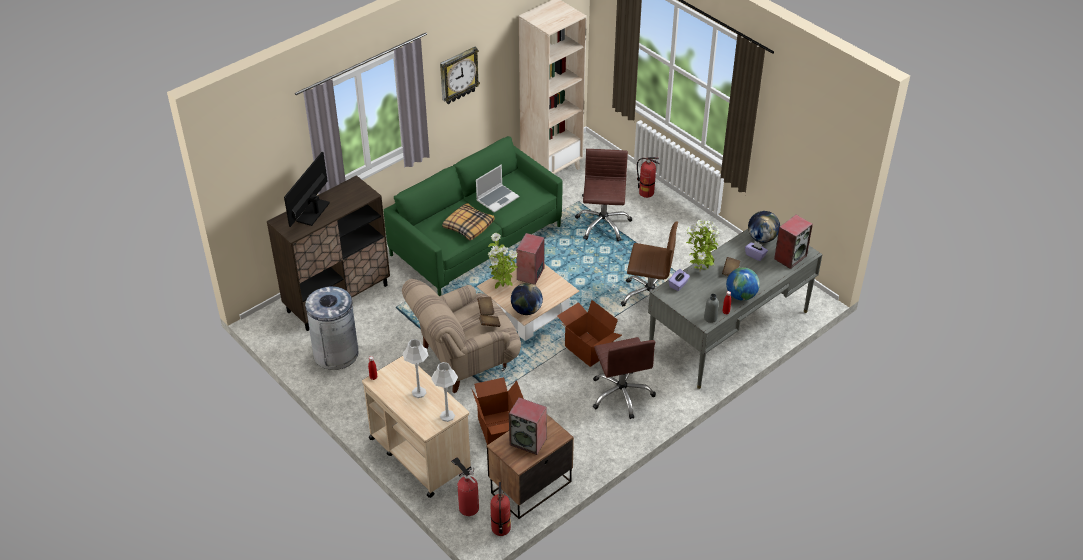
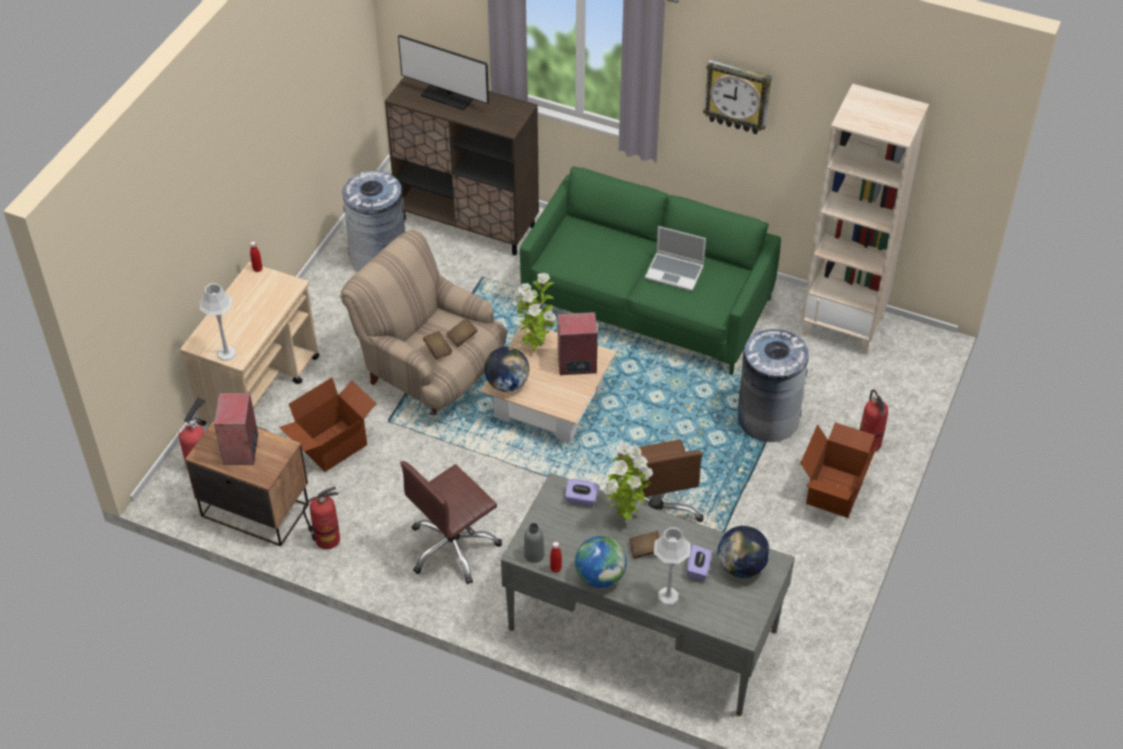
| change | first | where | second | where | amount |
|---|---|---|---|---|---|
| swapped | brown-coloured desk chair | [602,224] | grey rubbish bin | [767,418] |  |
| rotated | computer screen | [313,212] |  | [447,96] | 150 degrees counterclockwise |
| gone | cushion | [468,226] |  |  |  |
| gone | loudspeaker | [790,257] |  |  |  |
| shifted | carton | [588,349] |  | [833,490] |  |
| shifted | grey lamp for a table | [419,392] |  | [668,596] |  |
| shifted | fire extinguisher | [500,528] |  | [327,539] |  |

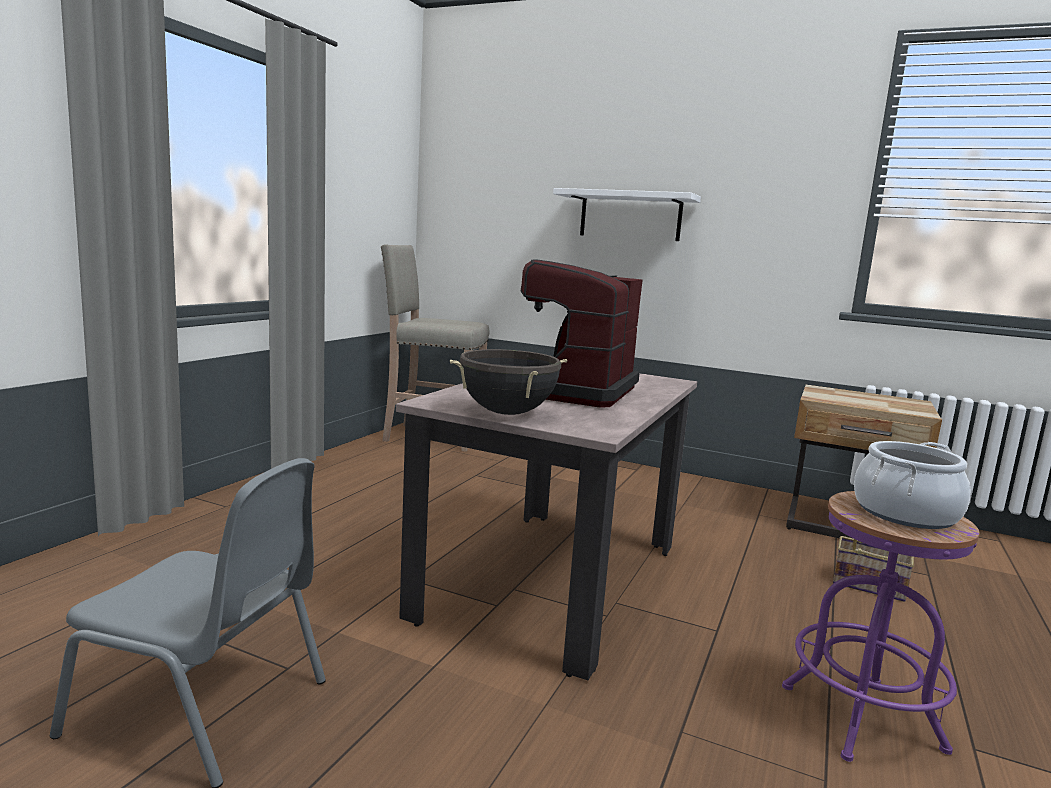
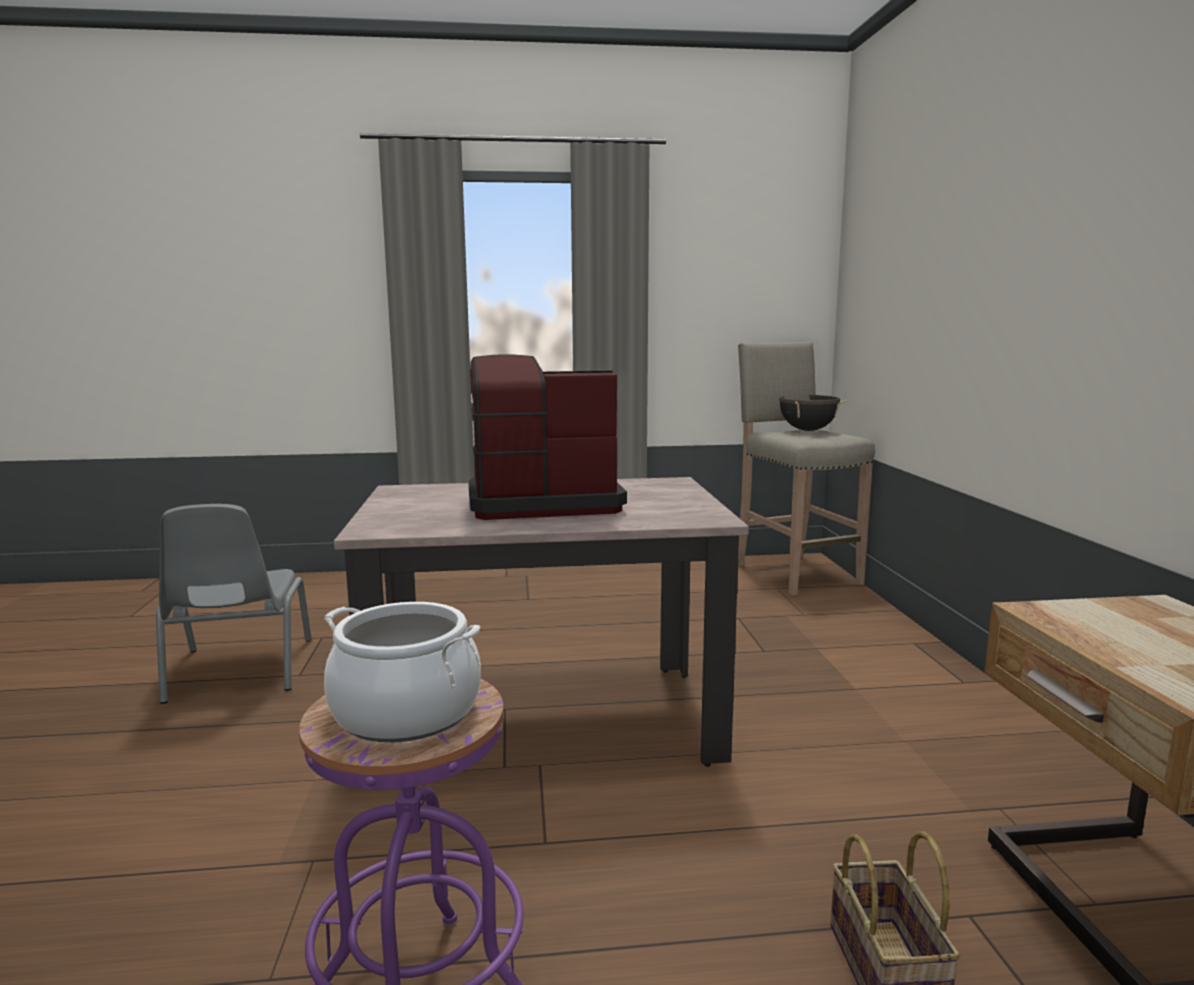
| change | first | where | second | where | amount |
|---|---|---|---|---|---|
| gone | white wall shelf | [630,216] |  |  |  |
| shifted | black saucepot | [507,413] |  | [808,430] |  |

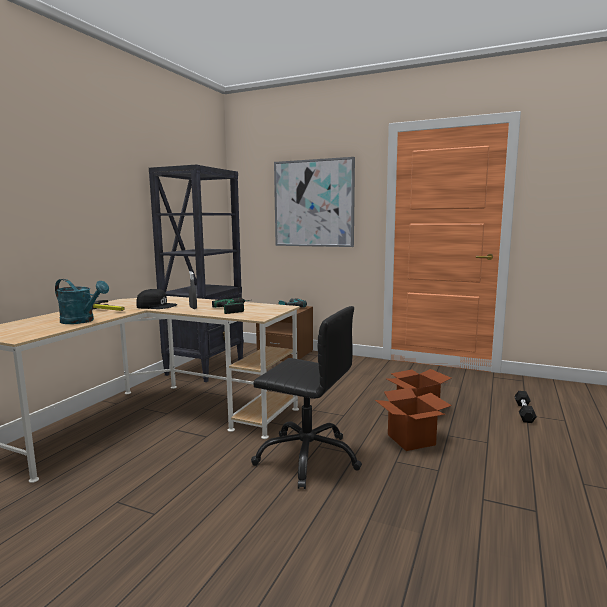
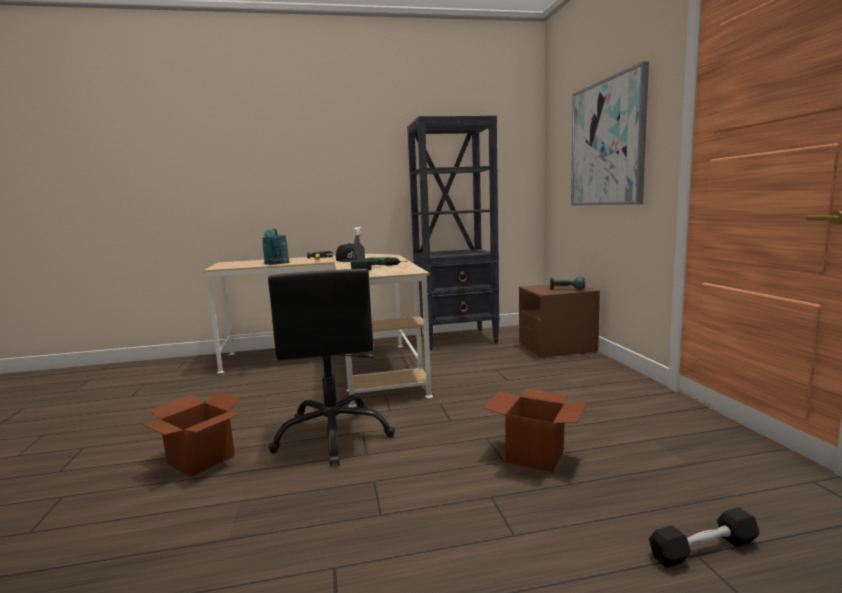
| change | first | where | second | where | amount |
|---|---|---|---|---|---|
| shifted | carton | [410,440] |  | [201,460] |  |

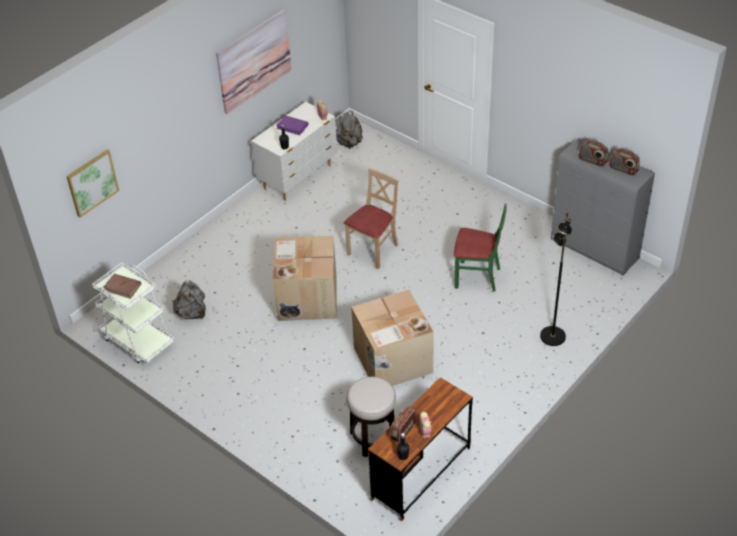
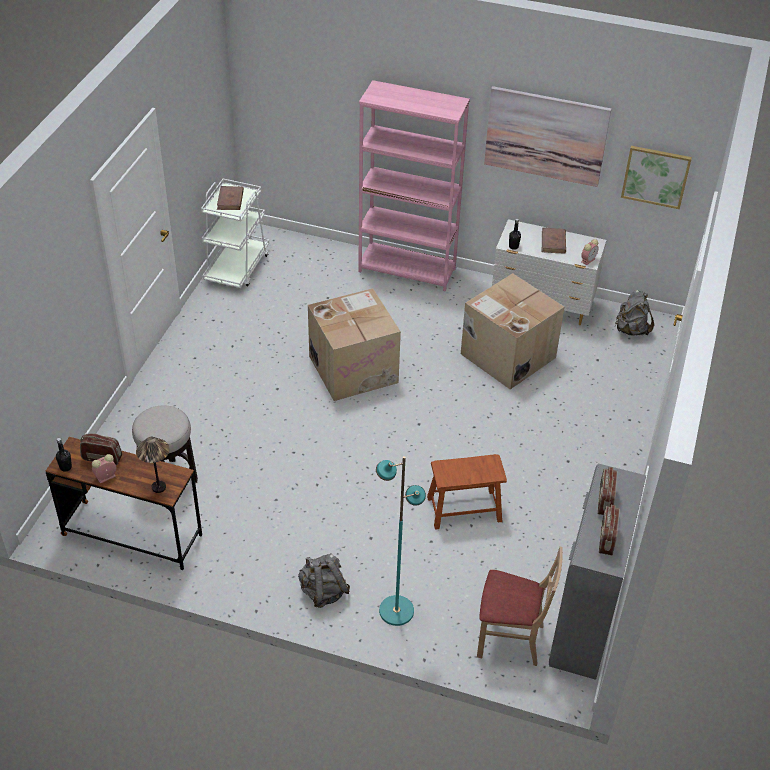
| change | first | where | second | where | amount |
|---|---|---|---|---|---|
| repainted | purple volume | [292,126] | brown-coloured volume | [553,242] |  |
| shifted | wall picture | [92,182] |  | [655,176] |  |
| shifted | beige-coloured plain chair | [373,250] |  | [510,639] |  |
| swapped | green-coloured plain chair | [477,277] | brown-coloured sitting stool | [464,509] |  |
| repainted | black floor lamp | [552,336] | turquoise-coloured floor lamp | [396,610] |  |
| shifted | grey knapsack | [192,313] |  | [323,592] |  |
| shifted | carton | [392,361] |  | [506,355] |  |
| new |  |  | pinkish bookcase | [407,270] |  |
| new |  |  | lamp for a table | [159,487] |  |

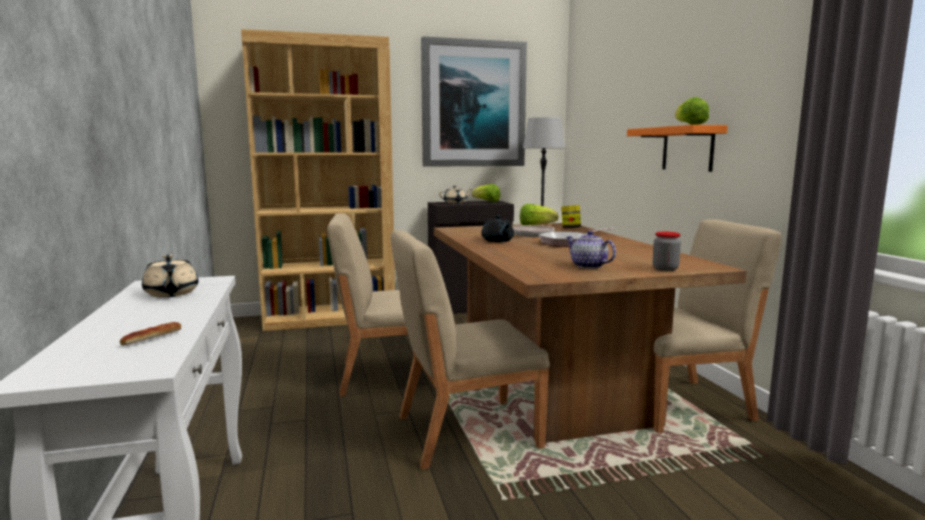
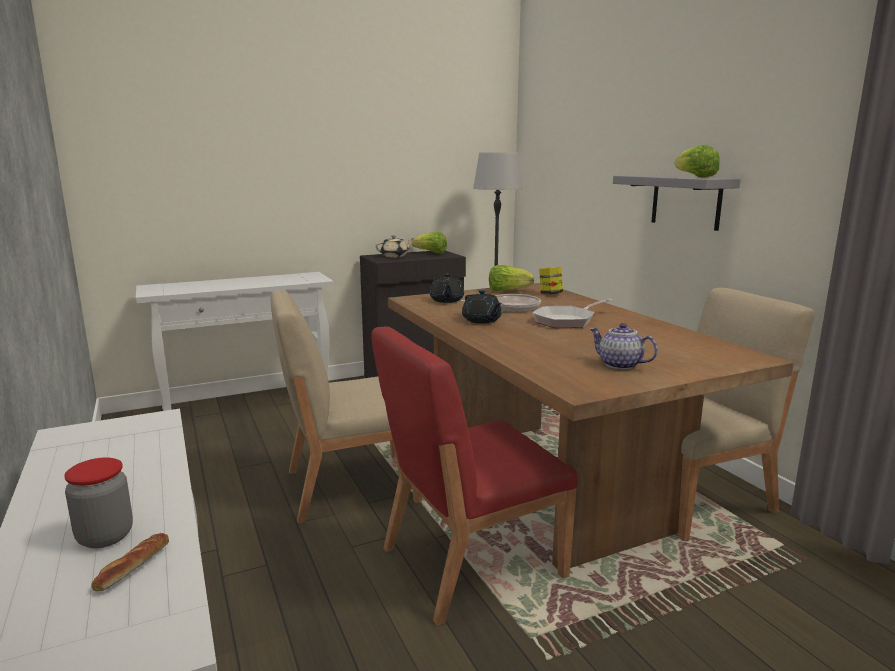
| change | first | where | second | where | amount |
|---|---|---|---|---|---|
| swapped | brown-coloured bookcase | [330,318] | white narrow table | [249,405] |  |
| gone | wall picture | [473,104] |  |  |  |
| repainted | orange wall shelf | [687,149] | grey wall shelf | [686,201] |  |
| repainted | beige-coloured plain chair | [465,432] | red-coloured plain chair | [470,562] |  |
| shifted | jar | [665,269] |  | [105,537] |  |
| gone | beige-coloured pot for tea | [171,294] |  |  |  |
| new |  |  | black pot for tea | [446,300] |  |

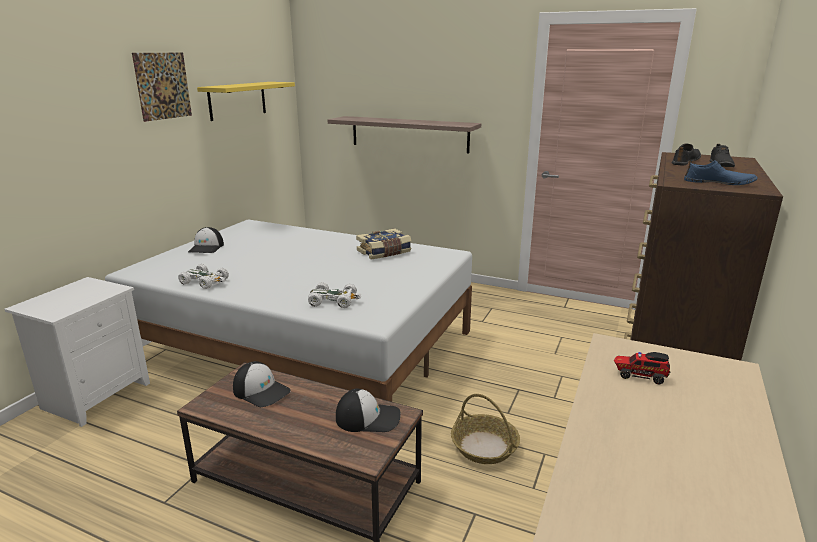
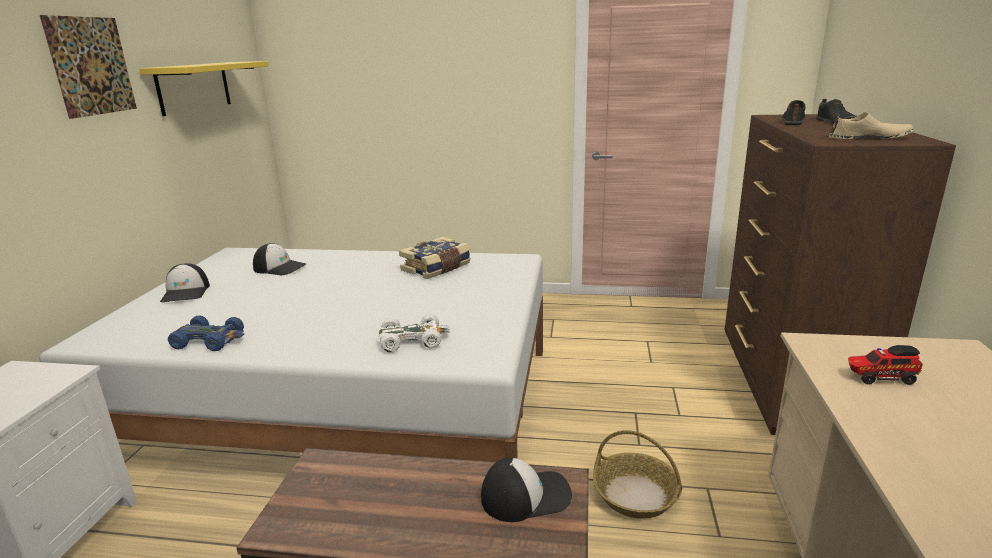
| change | first | where | second | where | amount |
|---|---|---|---|---|---|
| gone | wall shelf | [409,134] |  |  |  |
| repainted | blue-coloured item of footwear | [718,183] | beige-coloured item of footwear | [869,138] |  |
| repainted | white toy car | [205,282] | blue-coloured toy car | [210,341] |  |
| shifted | peaked cap | [261,391] |  | [280,267] |  |

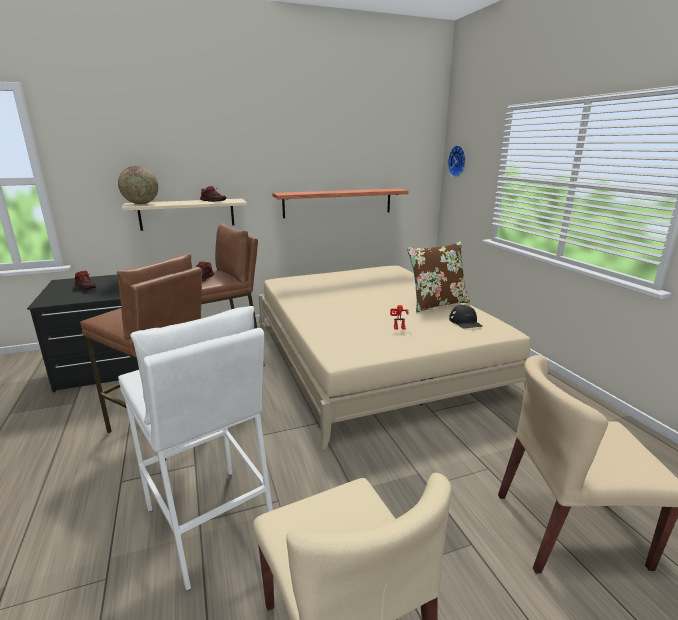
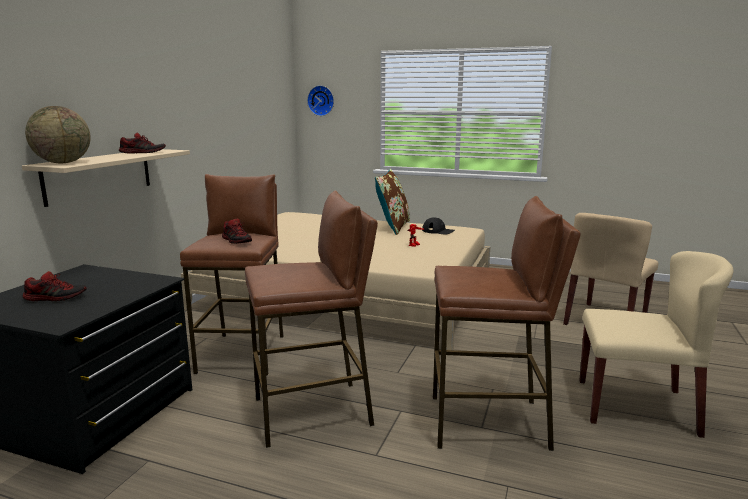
| change | first | where | second | where | amount |
|---|---|---|---|---|---|
| gone | wall shelf | [338,202] |  |  |  |
| repainted | white sitting stool | [210,523] | brown-coloured sitting stool | [489,423] |  |

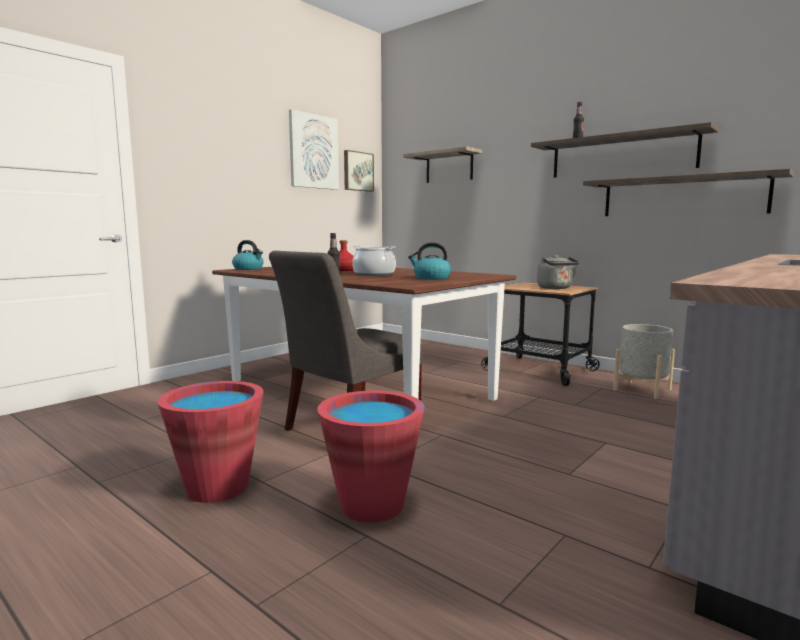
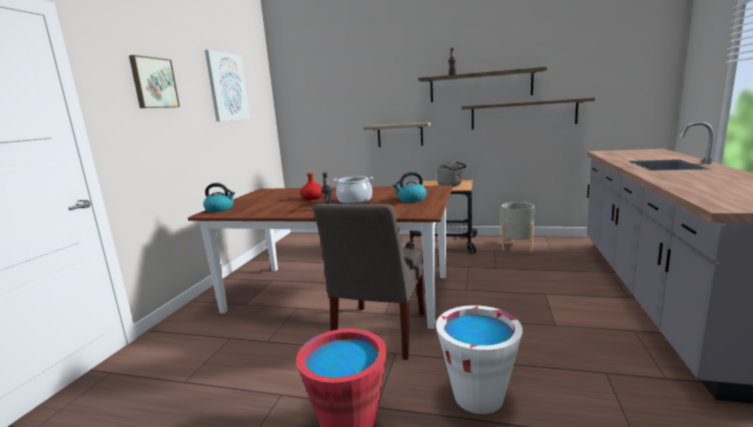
| change | first | where | second | where | amount |
|---|---|---|---|---|---|
| shifted | wall shelf | [449,167] |  | [400,135] |  |
| shifted | wall picture | [357,171] |  | [153,83] |  |
| repainted | red-coloured pail | [372,505] | white pail | [478,396] |  |

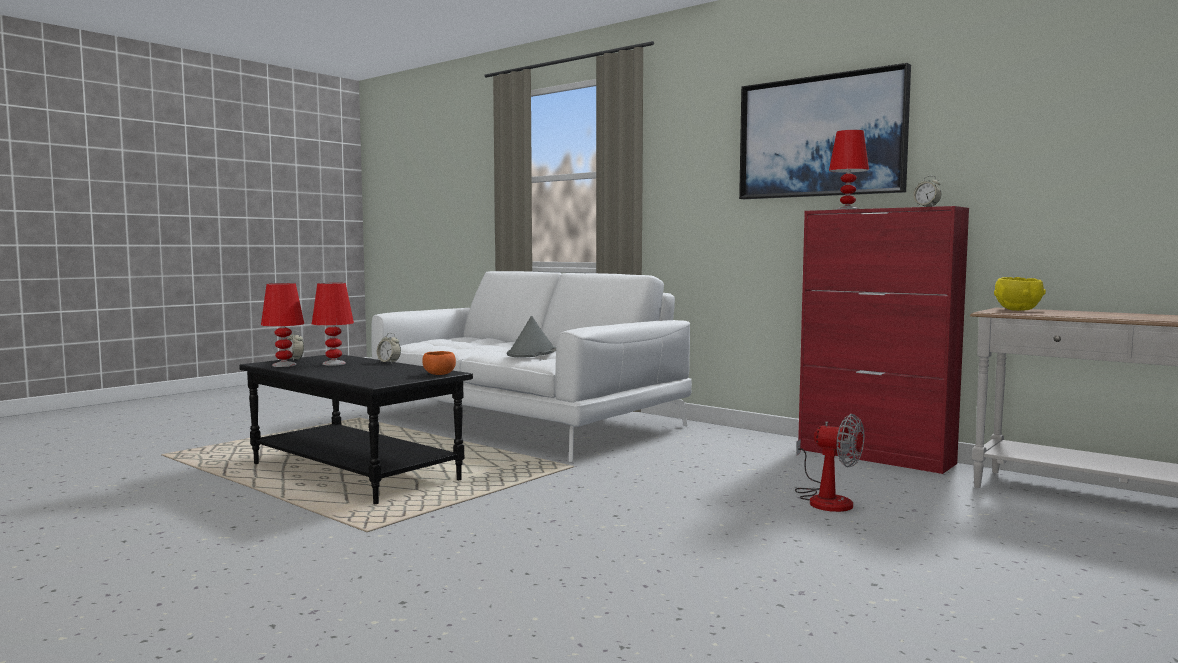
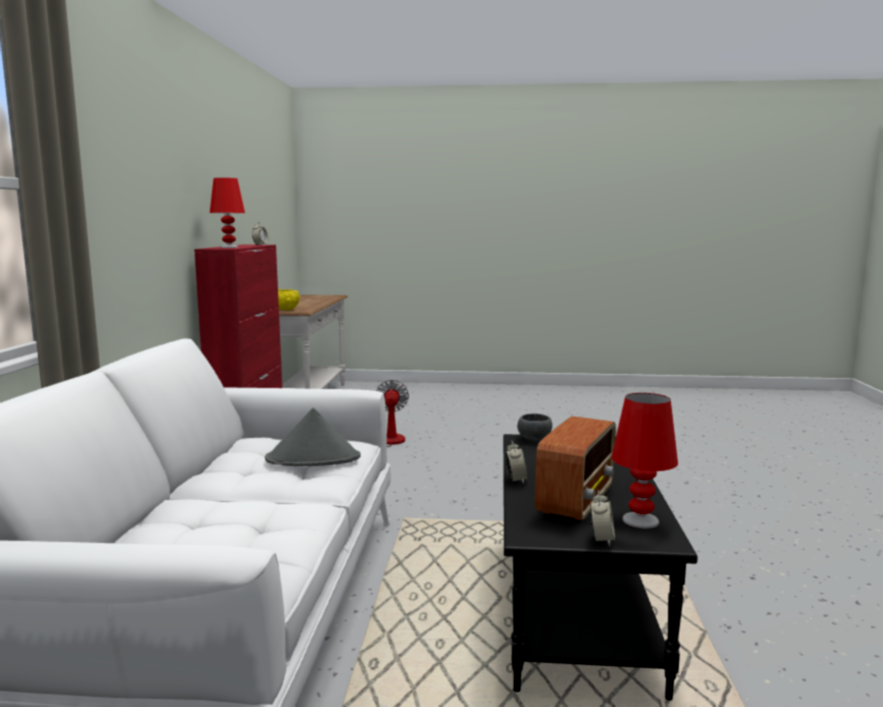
| change | first | where | second | where | amount |
|---|---|---|---|---|---|
| gone | wall picture | [821,137] |  |  |  |
| swapped | red-coloured lamp for a table | [334,363] | radio receiver | [576,500] |  |
| repainted | orange deep dish | [438,374] | grey deep dish | [535,439] |  |

